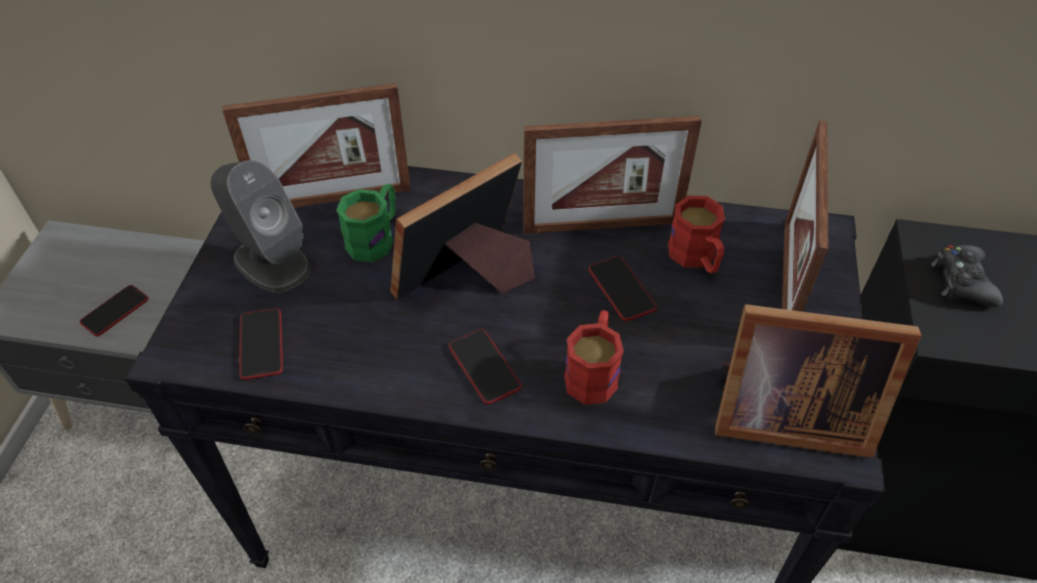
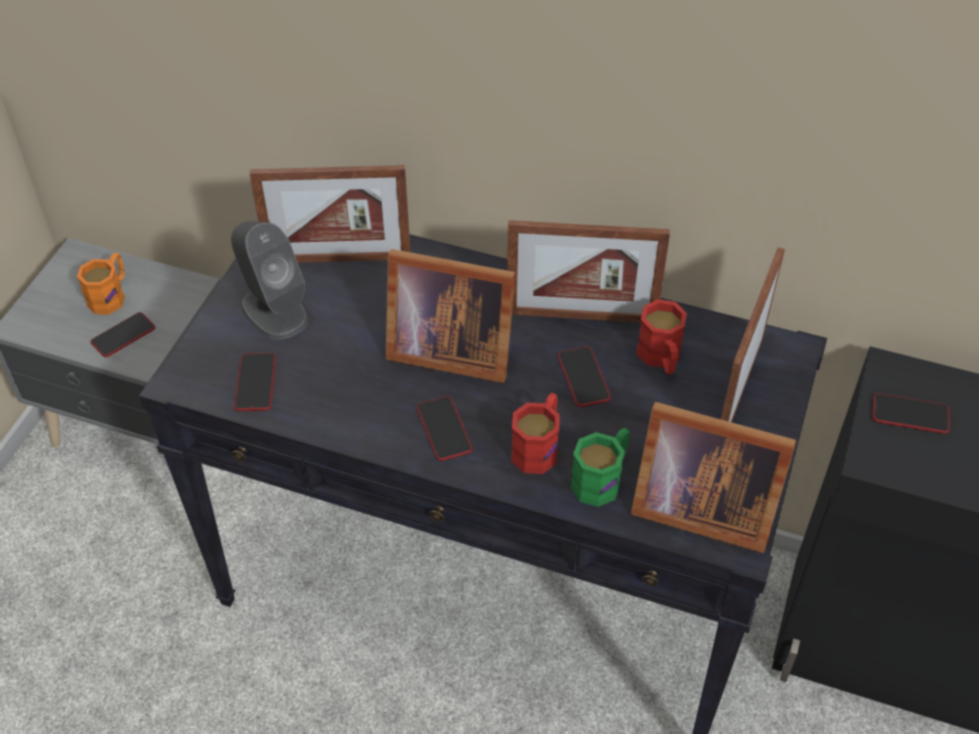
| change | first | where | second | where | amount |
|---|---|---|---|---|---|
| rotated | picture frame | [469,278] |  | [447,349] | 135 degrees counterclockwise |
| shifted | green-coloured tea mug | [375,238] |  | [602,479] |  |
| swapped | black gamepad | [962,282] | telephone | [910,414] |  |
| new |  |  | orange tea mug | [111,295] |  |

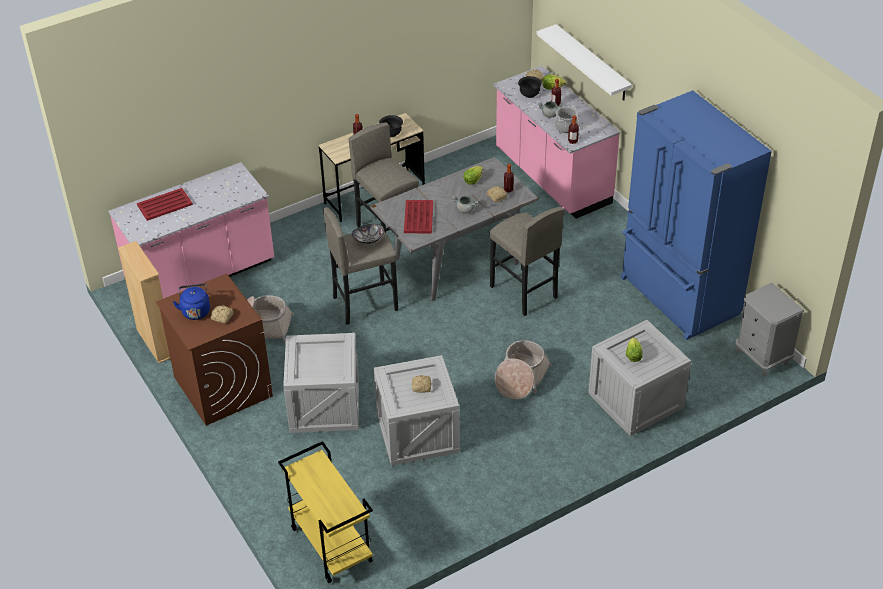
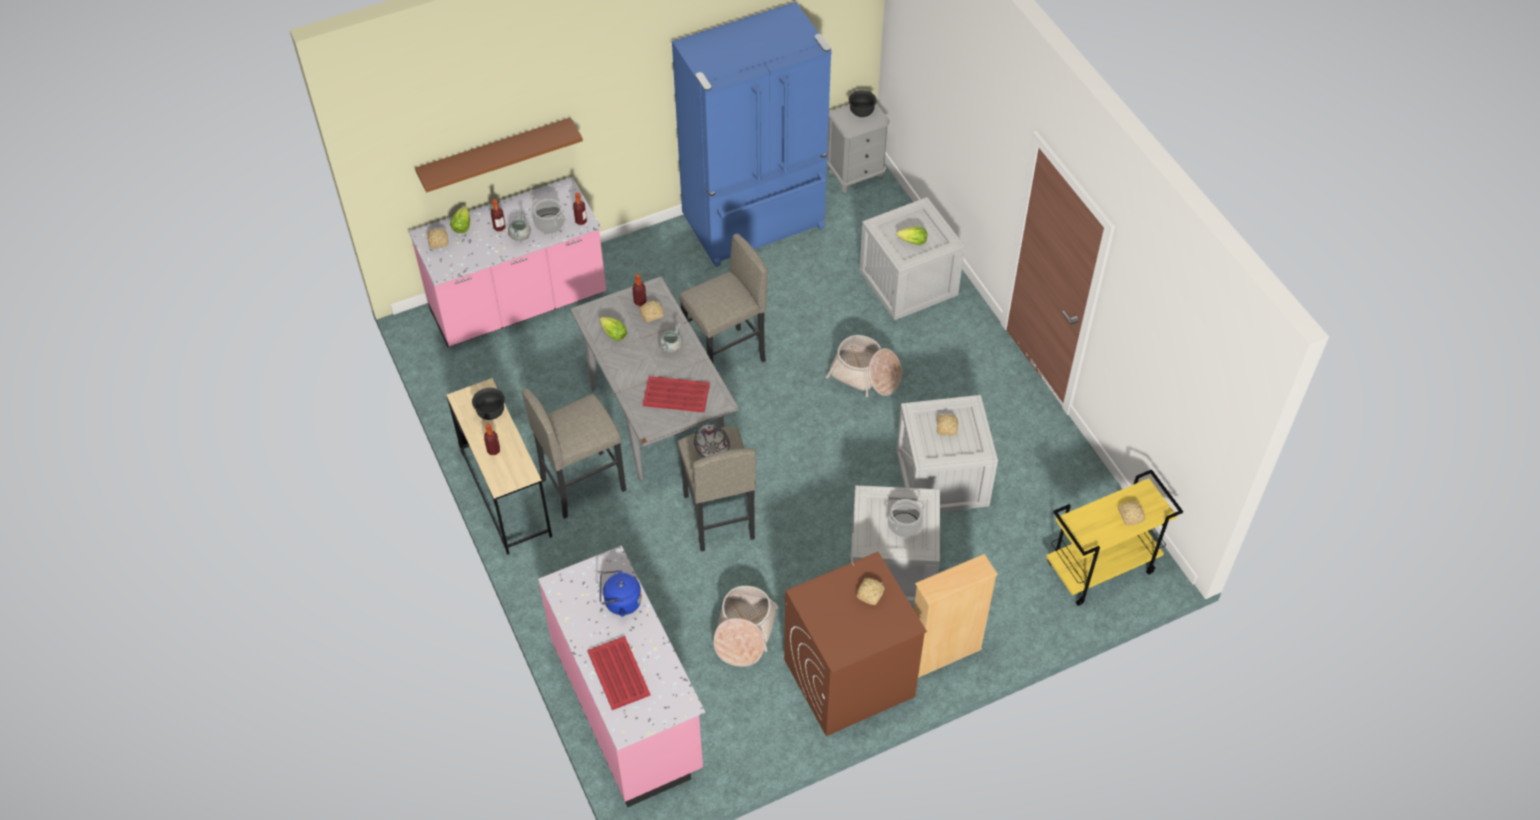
| change | first | where | second | where | amount |
|---|---|---|---|---|---|
| repainted | white wall shelf | [592,63] | brown-coloured wall shelf | [495,153] |  |
| shifted | black deep dish | [529,94] |  | [861,113] |  |
| shifted | beige-coloured bookcase | [156,343] |  | [943,654] |  |
| shifted | blue-coloured kettle | [195,310] |  | [620,602] |  |
| new |  |  | saucepot | [904,524] |  |
| new |  |  | bakery bread | [1130,515] |  |

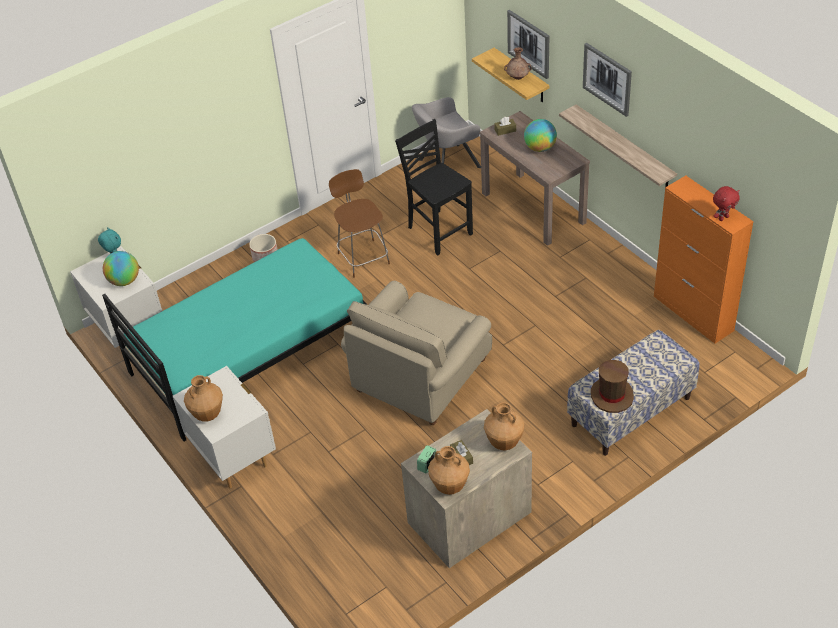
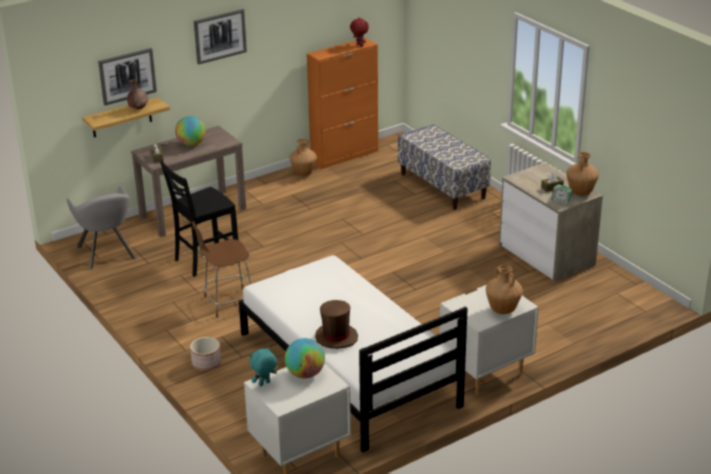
| change | first | where | second | where | amount |
|---|---|---|---|---|---|
| gone | wall shelf | [624,148] |  |  |  |
| repainted | turquoise-coloured sleeping bed | [250,352] | white sleeping bed | [347,369] |  |
| gone | beige-coloured lounge chair | [421,376] |  |  |  |
| shifted | brown-coloured hat | [612,395] |  | [336,337] |  |
| shifted | brown-coloured vase | [504,443] |  | [304,173] |  |

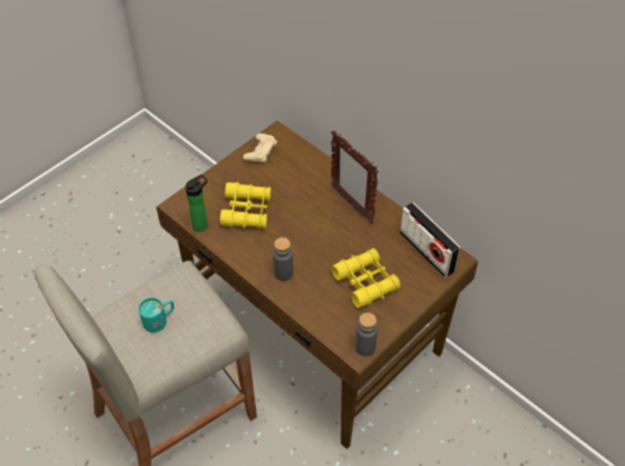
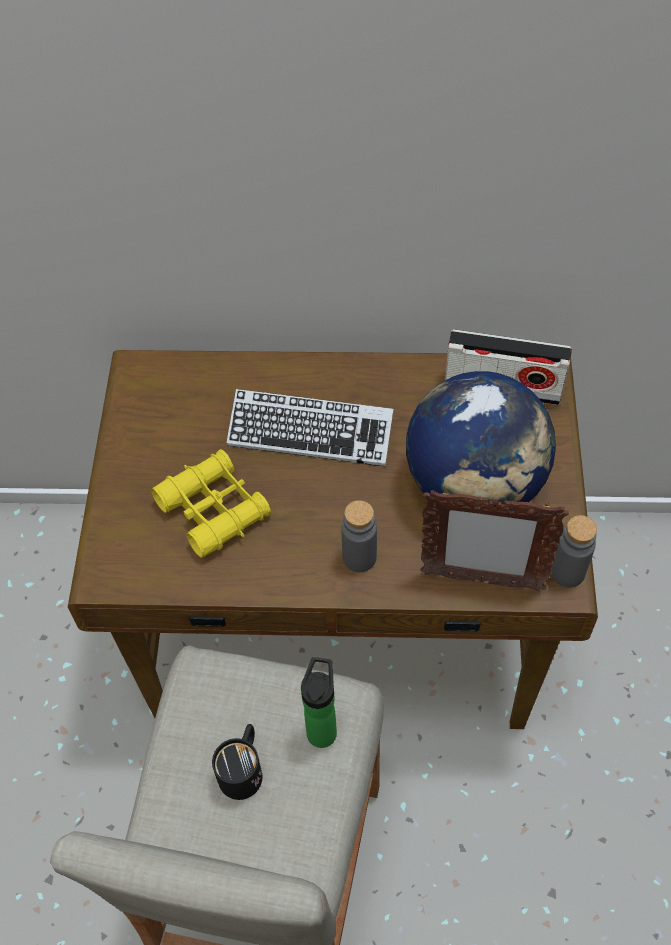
| change | first | where | second | where | amount |
|---|---|---|---|---|---|
| shifted | picture frame | [351,204] |  | [481,580] |  |
| gone | beige-coloured gamepad | [260,151] |  |  |  |
| shifted | beverage bottle | [202,224] |  | [322,729] |  |
| swapped | yellowish field glasses | [365,282] | globe | [475,486] |  |
| repainted | turquoise-coloured tea mug | [159,320] | black tea mug | [243,767] |  |
| new |  |  | PC keyboard | [310,433] |  |

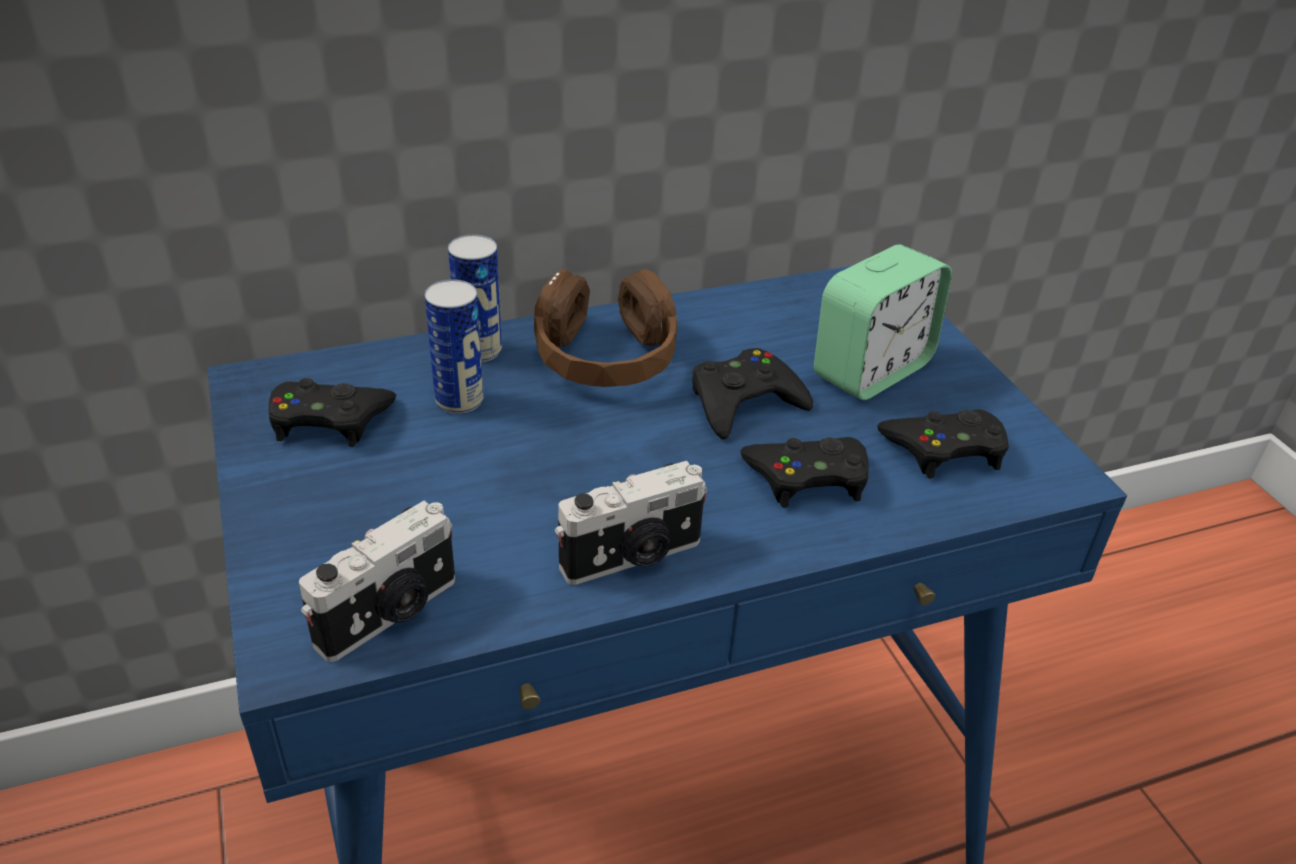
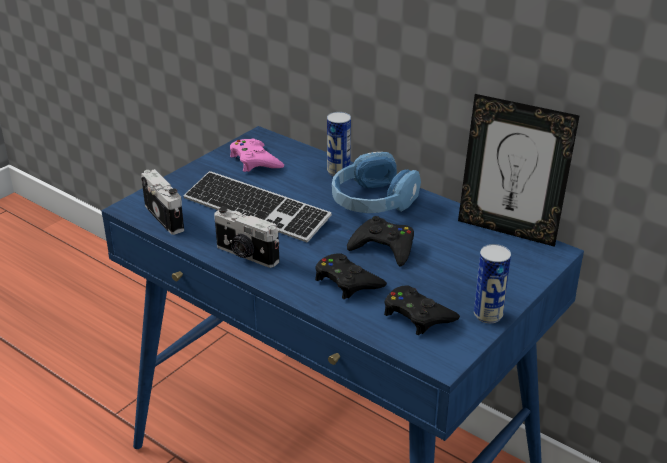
| change | first | where | second | where | amount |
|---|---|---|---|---|---|
| gone | table clock | [871,370] |  |  |  |
| repainted | brown-coloured pair of headphones | [605,357] | blue-coloured pair of headphones | [373,201] |  |
| shifted | metal can | [459,400] |  | [488,315] |  |
| repainted | black gamepad | [329,420] | pinkish gamepad | [255,161] |  |
| rotated | photo camera | [390,614] |  | [166,217] | 135 degrees counterclockwise |
| new |  |  | picture frame | [508,229] |  |
| new |  |  | PC keyboard | [256,209] |  |

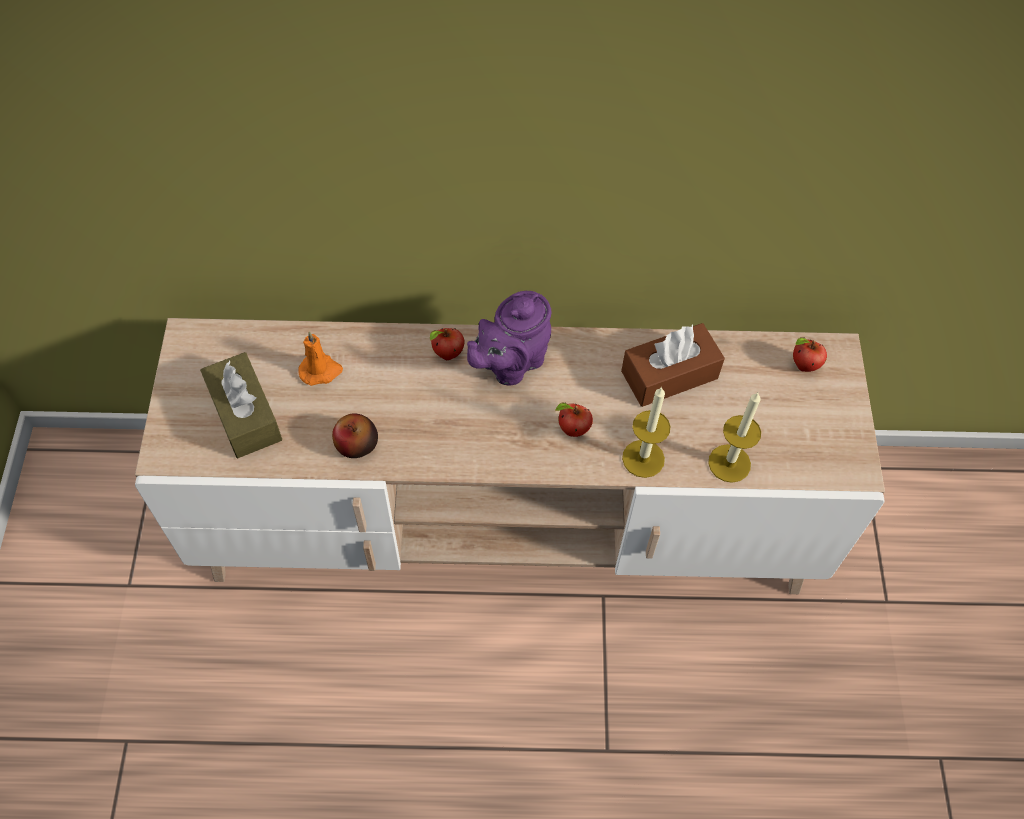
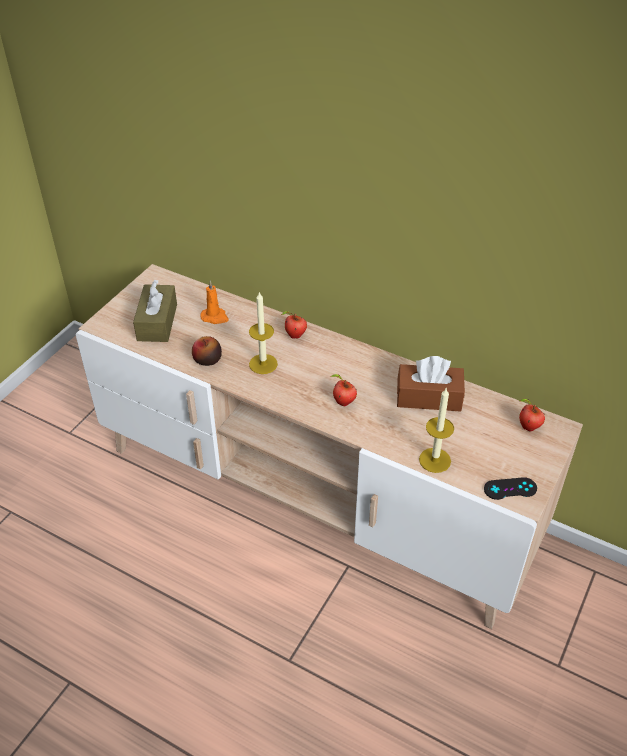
| change | first | where | second | where | amount |
|---|---|---|---|---|---|
| gone | purple pot for tea | [510,363] |  |  |  |
| shifted | wax light | [643,458] |  | [263,364] |  |
| new |  |  | black gamepad | [510,489] |  |

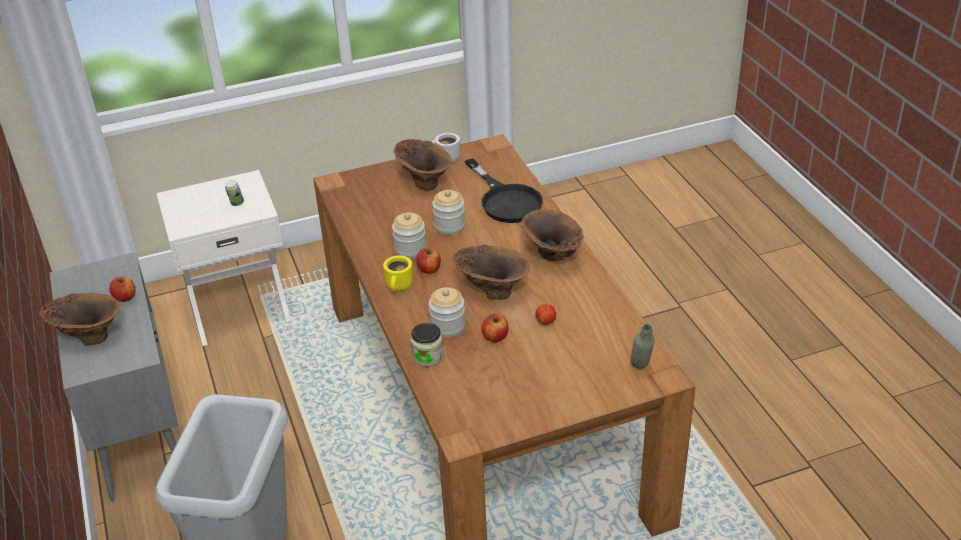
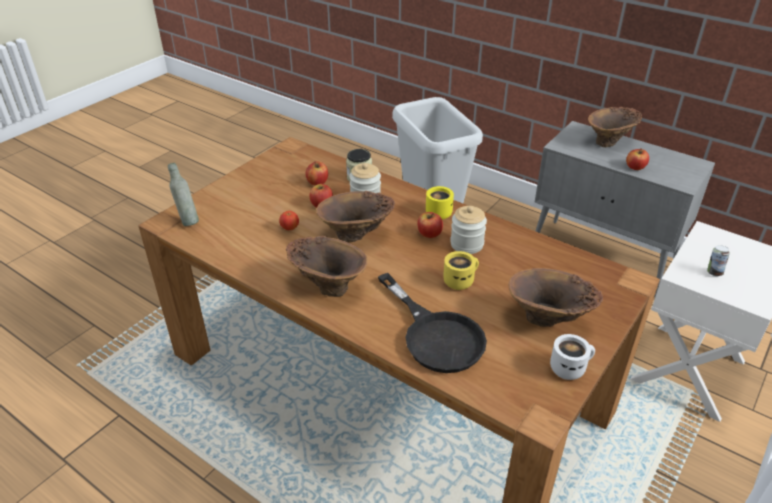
| change | first | where | second | where | amount |
|---|---|---|---|---|---|
| rotated | black pan | [506,200] |  | [436,335] | 150 degrees counterclockwise |
| swapped | jar | [449,226] | yellowish tea mug | [459,280] |  |
| new |  |  | apple | [317,182] |  |

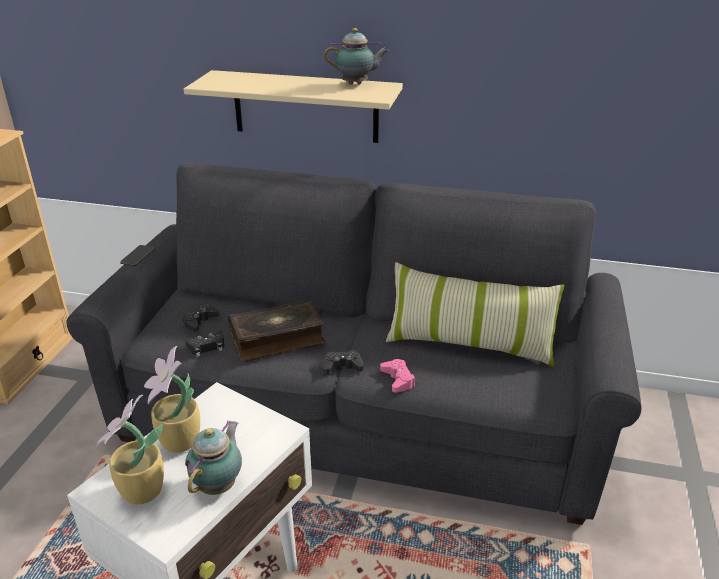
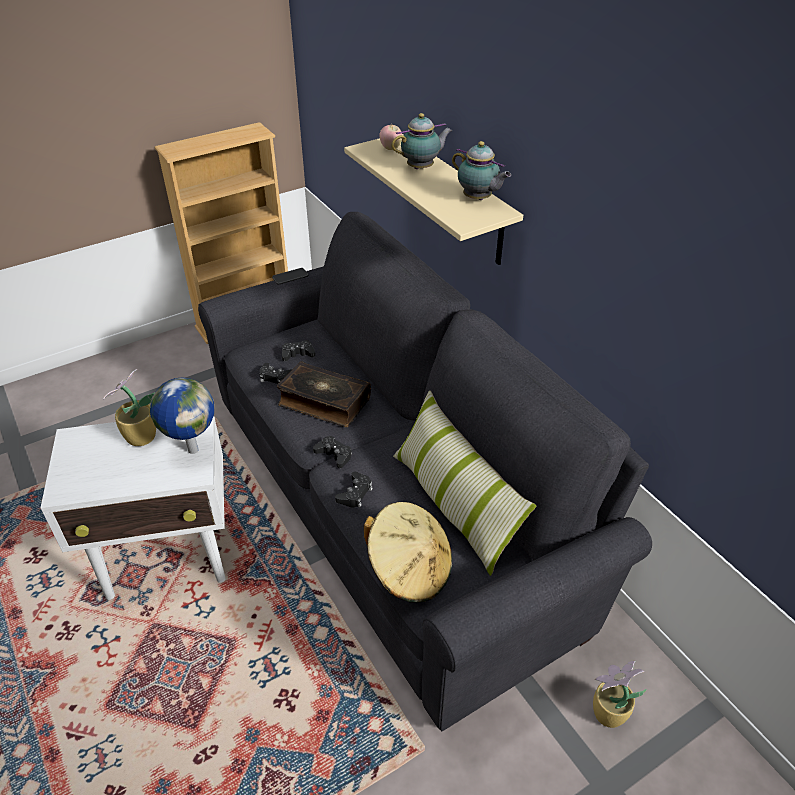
| change | first | where | second | where | amount |
|---|---|---|---|---|---|
| repainted | pinkish gamepad | [398,379] | black gamepad | [355,493] |  |
| shifted | potted plant | [140,492] |  | [607,714] |  |
| shifted | pot for tea | [219,484] |  | [422,168] |  |
| new |  |  | apple | [390,148] |  |
| new |  |  | globe | [192,449] |  |
| new |  |  | beige-coloured hat | [409,569] |  |

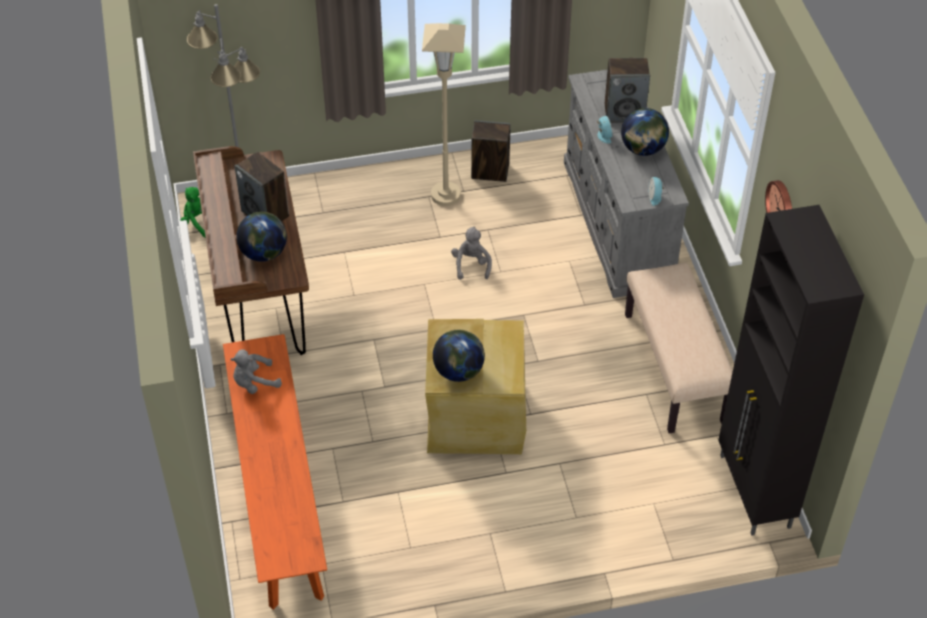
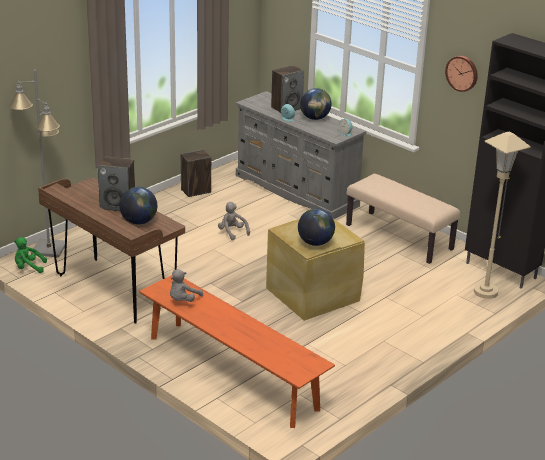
| change | first | where | second | where | amount |
|---|---|---|---|---|---|
| shifted | beige-coloured floor lamp | [445,195] |  | [485,292] |  |

